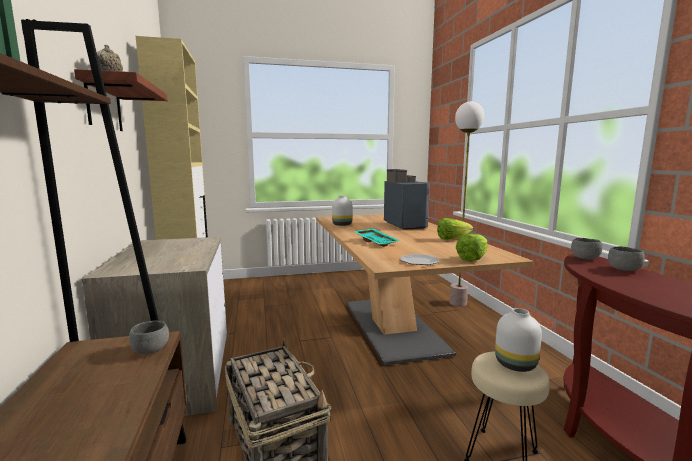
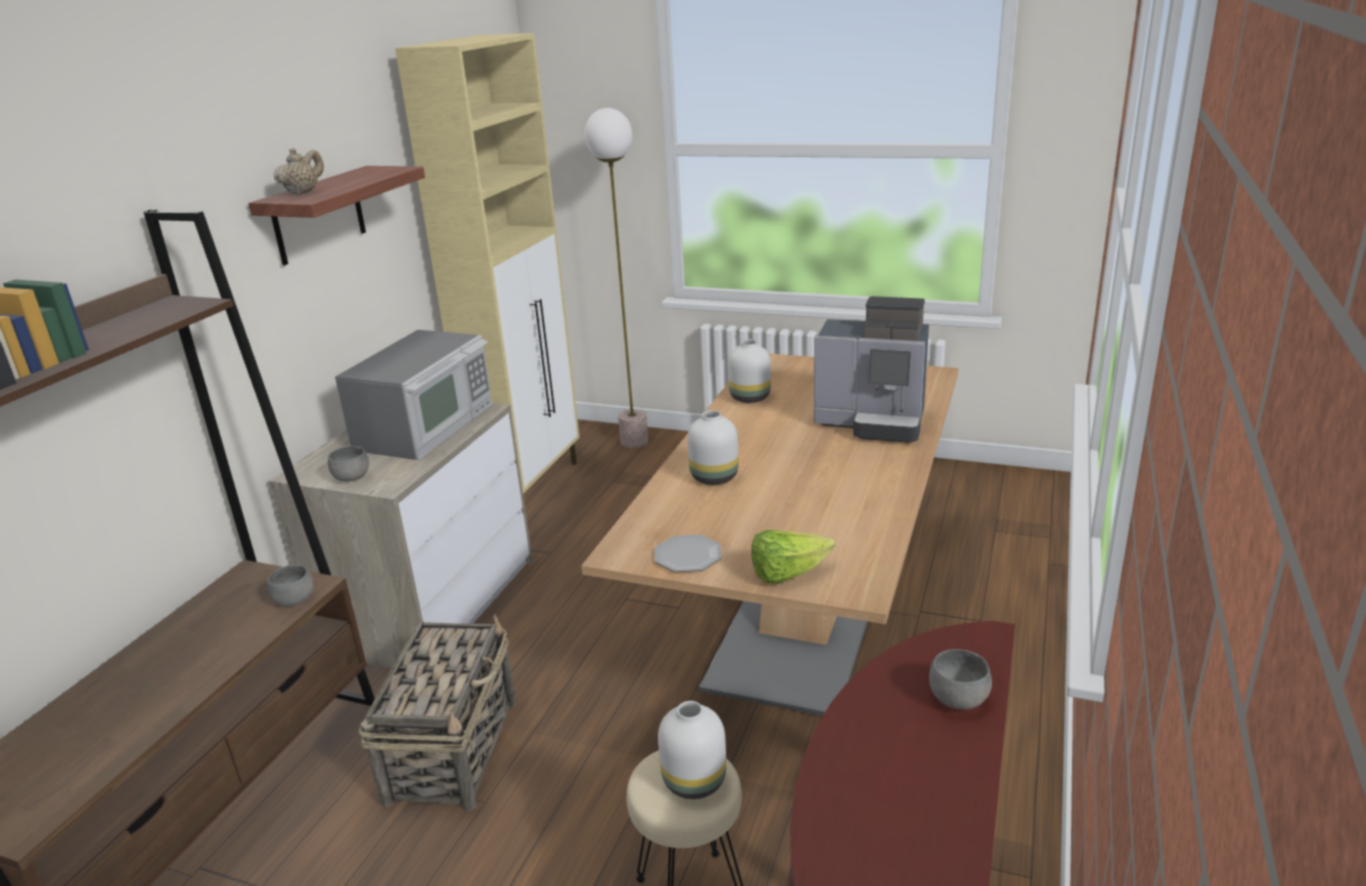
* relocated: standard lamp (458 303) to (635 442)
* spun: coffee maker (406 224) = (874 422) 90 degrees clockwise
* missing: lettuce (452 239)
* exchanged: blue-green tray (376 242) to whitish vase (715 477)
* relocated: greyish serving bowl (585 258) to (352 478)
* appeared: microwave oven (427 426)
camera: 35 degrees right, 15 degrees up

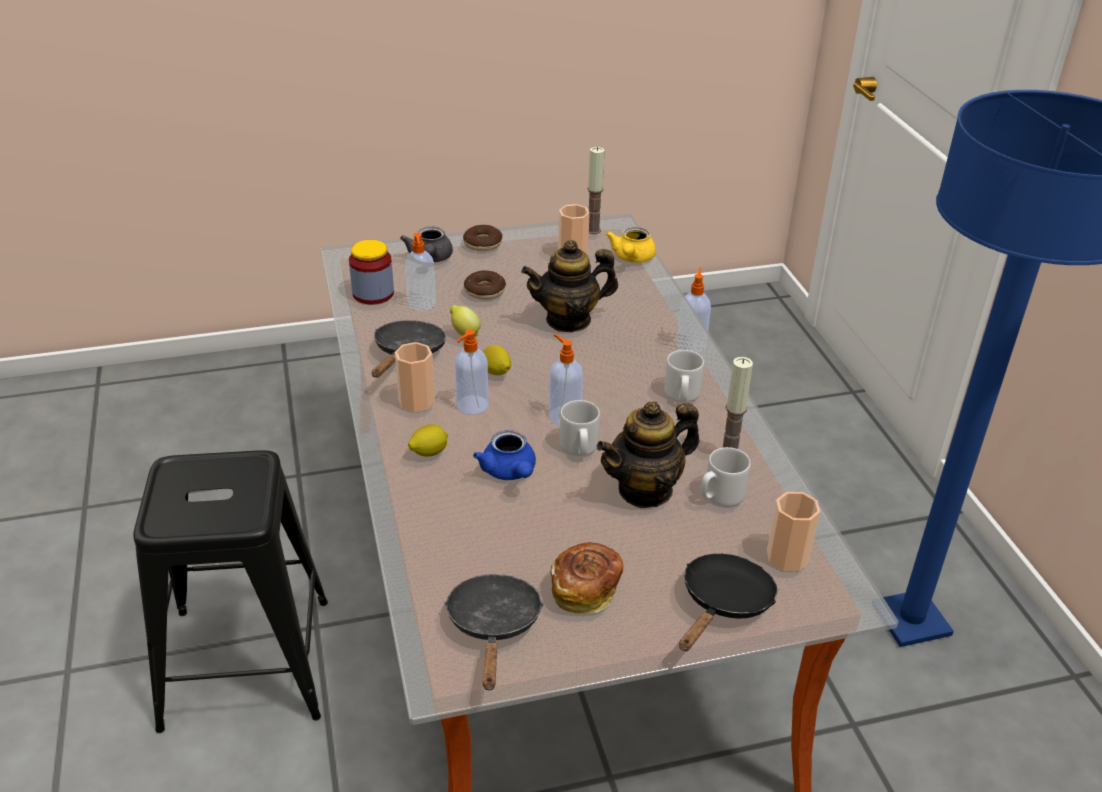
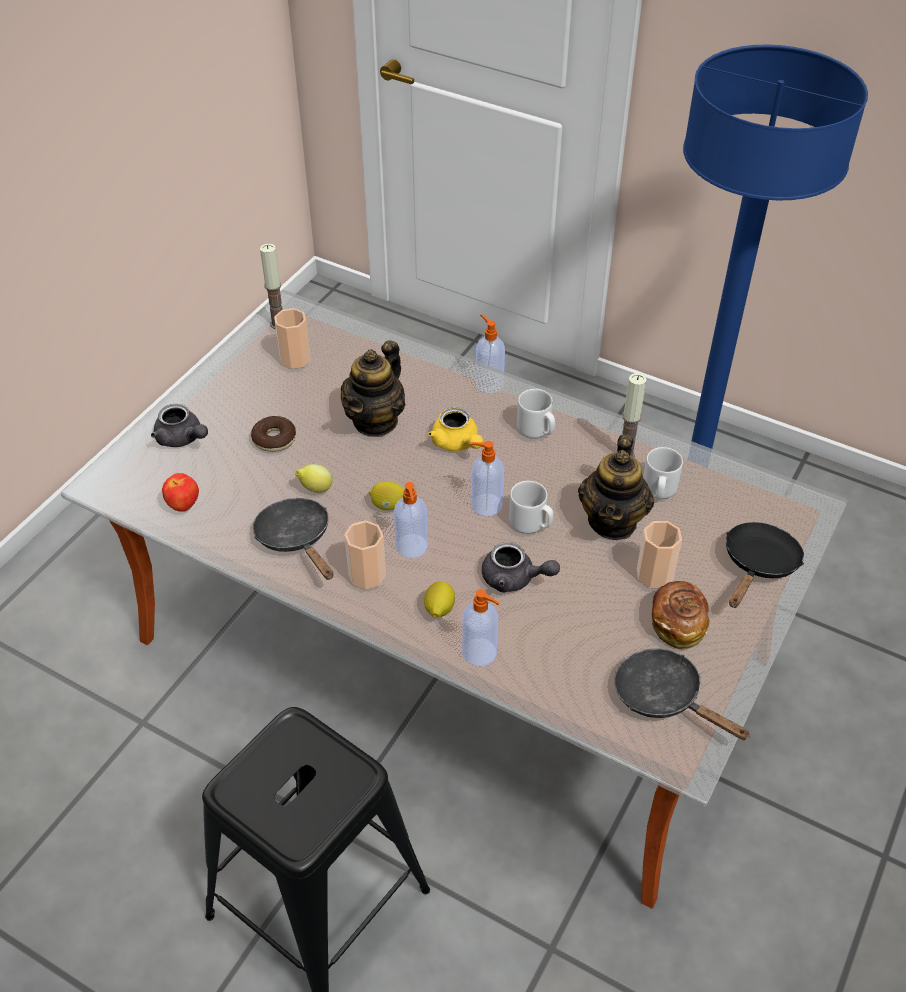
* missing: ring doughnut (483 244)
* relocated: yellowish pot for tea (631 258) to (457 443)
* relocated: liquid soap bottle (422 304) to (480 653)
* exchanged: storage jar (373 293) to whole apple (184 506)
* colour: blue pot for tea (510 472) to greyish pot for tea (515 579)
* relocated: drinking cup (787 557) to (654 574)
* spun: black-coloured frying pan (723 604) = (758 565) 45 degrees clockwise
camera: 45 degrees left, 10 degrees up

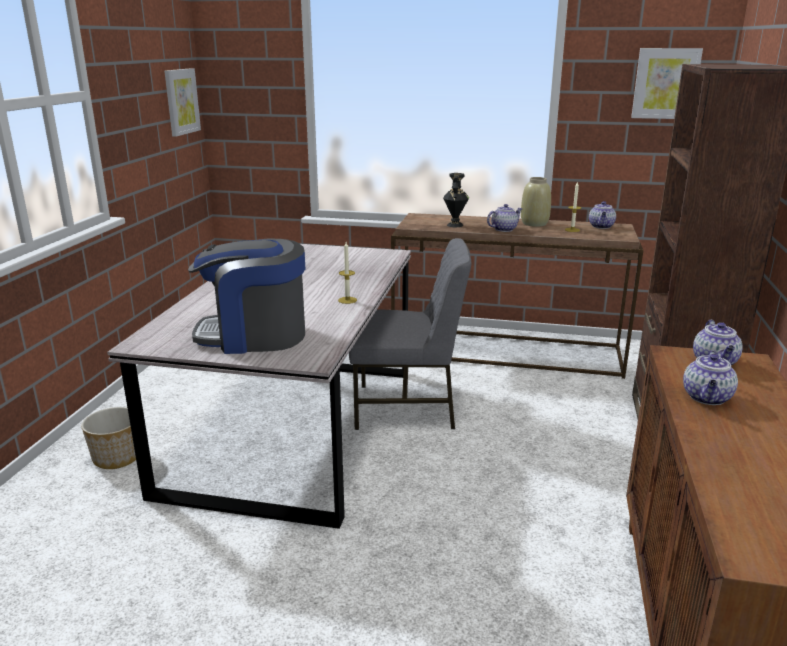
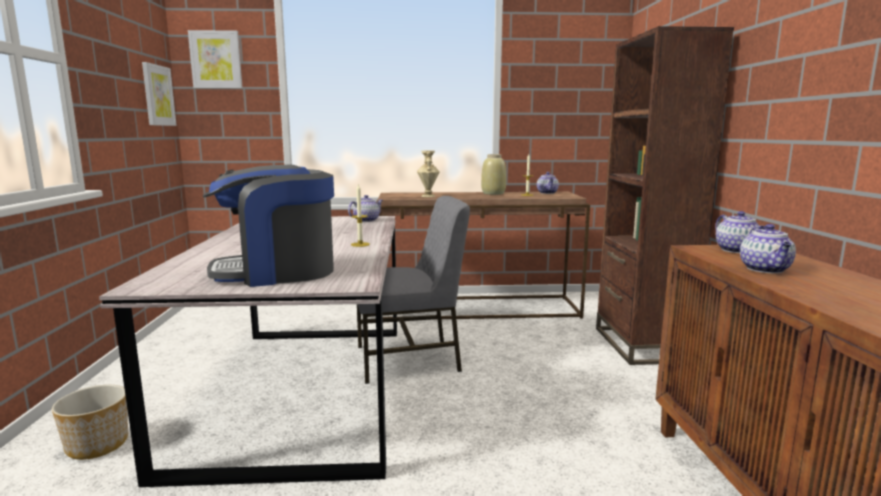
* relocated: picture (665 83) to (216 60)
* colour: black-coloured vase (454 225) to beige vase (427 196)
* relocated: pot for tea (504 229) to (366 220)
camera: 15 degrees left, 10 degrees down

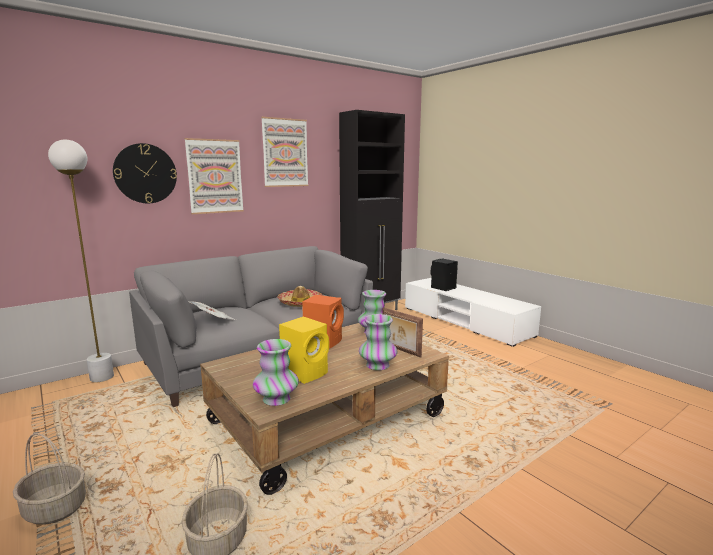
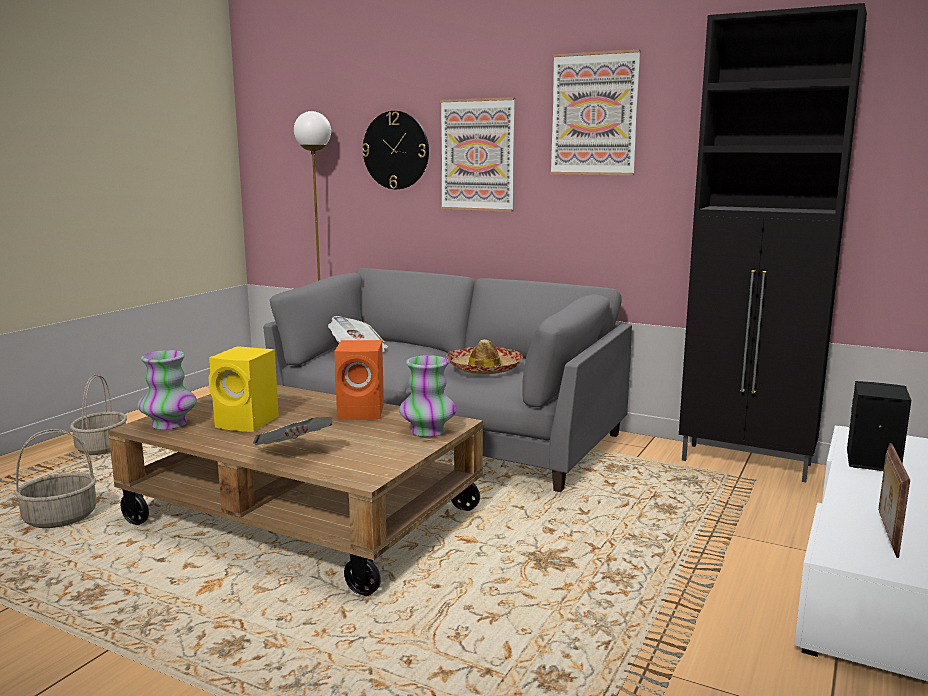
* relocated: standing frame (400 350) to (886 534)
* exchanged: vase (377 365) to daily paper (293 453)
camera: 65 degrees right, 0 degrees up

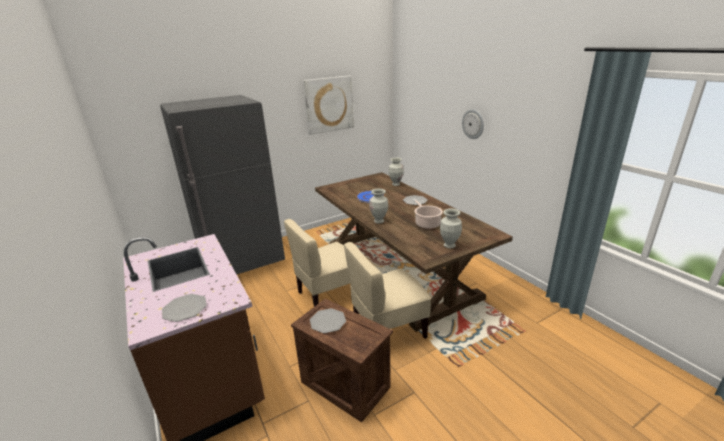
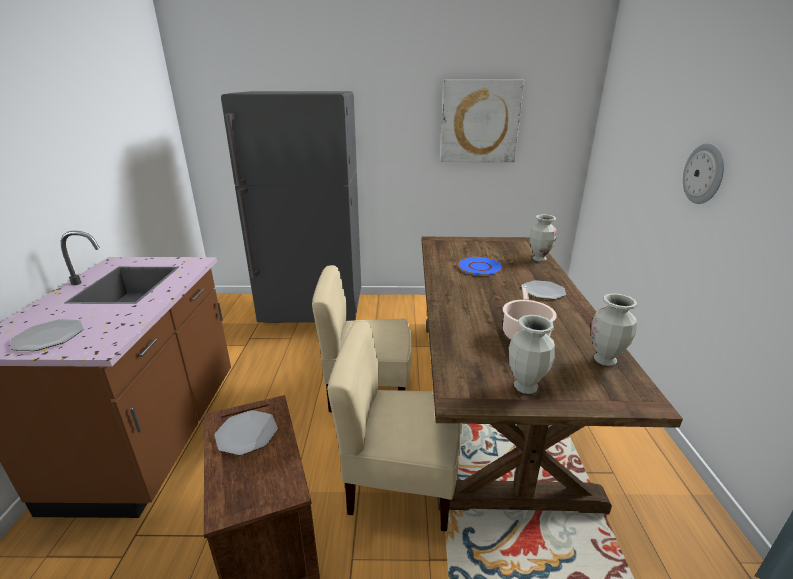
* relocated: vase (379 221) to (604 360)
camera: 30 degrees right, 0 degrees up

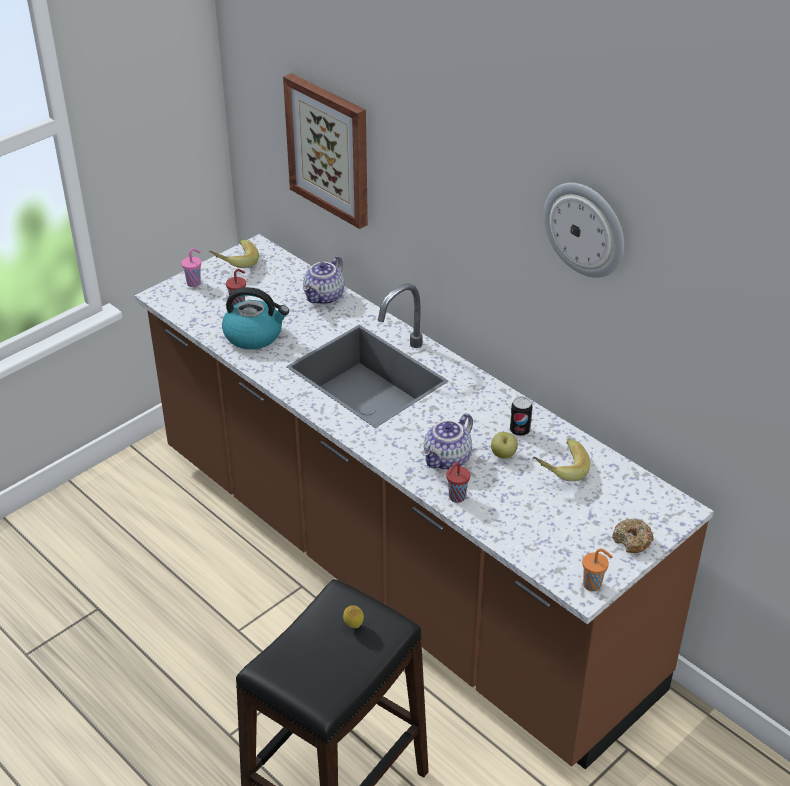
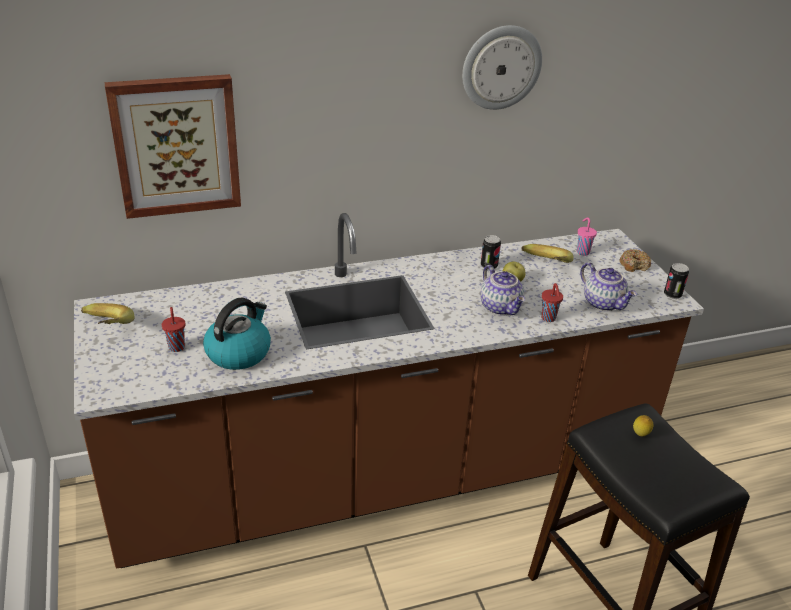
* relocated: pink drinking cup (194 283) to (582 252)
* relocated: pot for tea (325 297) to (604 303)
* exchanged: orange-coloured drinking cup (593 585) to sealed can (672 295)
camera: 65 degrees left, 5 degrees down

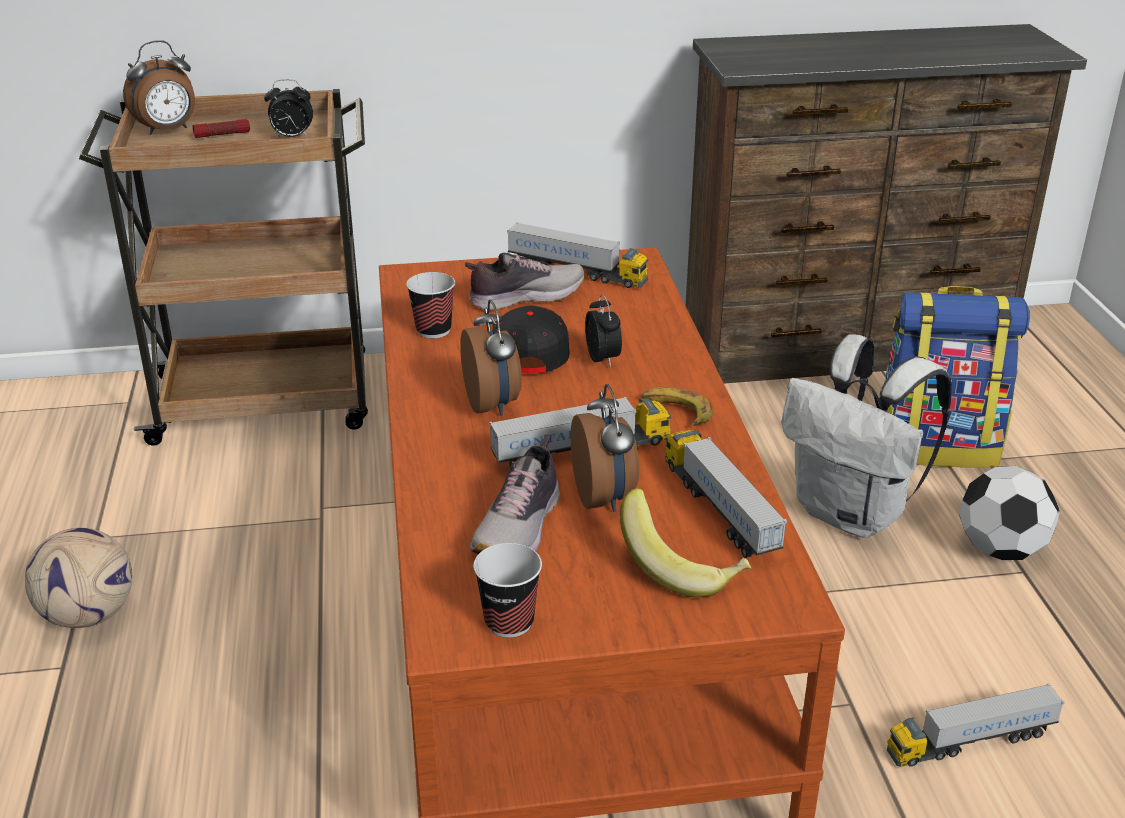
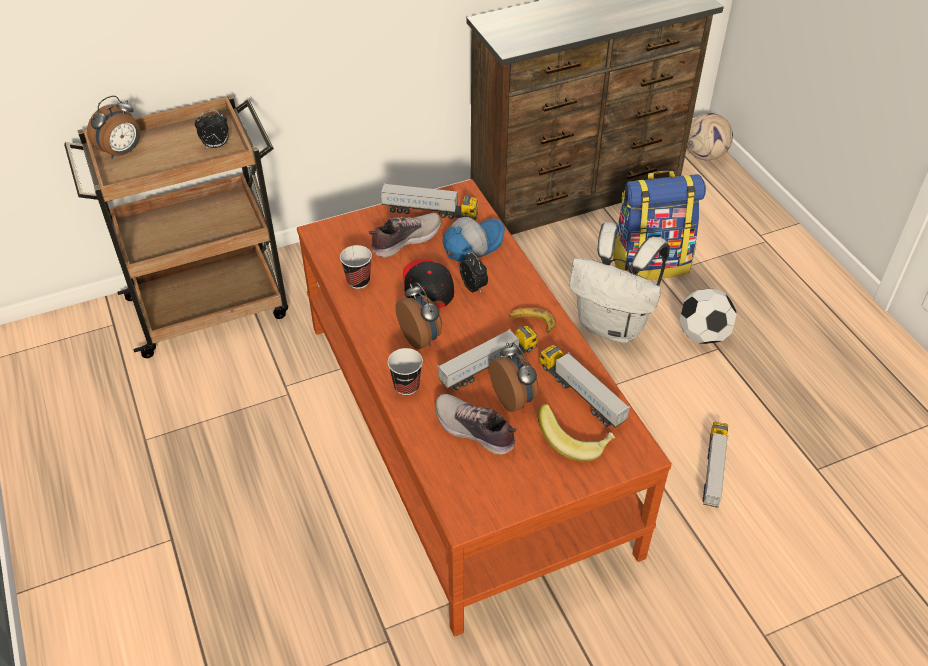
* missing: flashlight (222 135)
* spun: shoe (520 527) = (474 431) 120 degrees clockwise
* relocated: football (89 616) to (705 155)
* relocated: drinking cup (509 622) to (406 386)
* spun: toy lorry (970 742) = (713 470) 135 degrees clockwise
* appeared: peaked cap (472 245)
camera: 15 degrees left, 15 degrees up

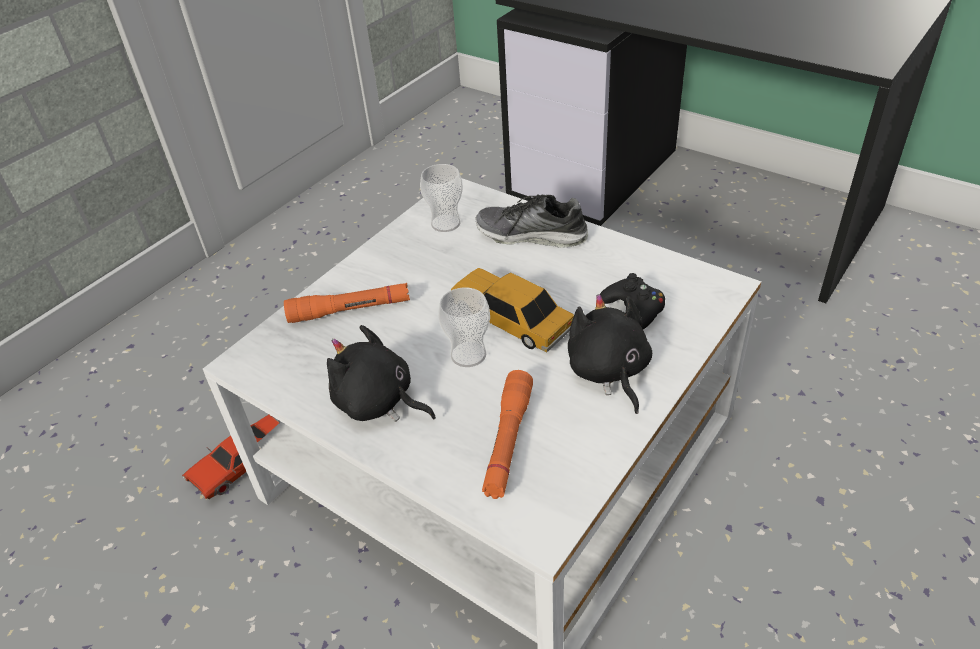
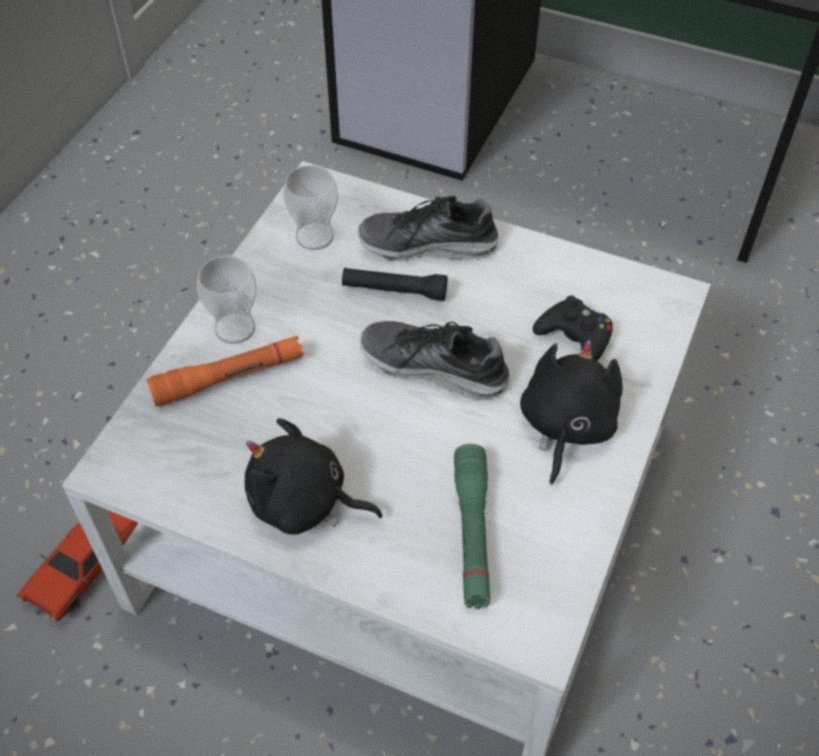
* exchanged: model car (511 319) to shoe (434 368)
* relocated: drinking cup (468 354) to (235 328)
* spun: black-coloured soft toy (609 371) = (565 426) 45 degrees clockwise
* colour: orange-coloured flashlight (508 441) to green-coloured flashlight (472 532)
* appeared: black-coloured flashlight (394 291)
camera: 15 degrees left, 10 degrees up

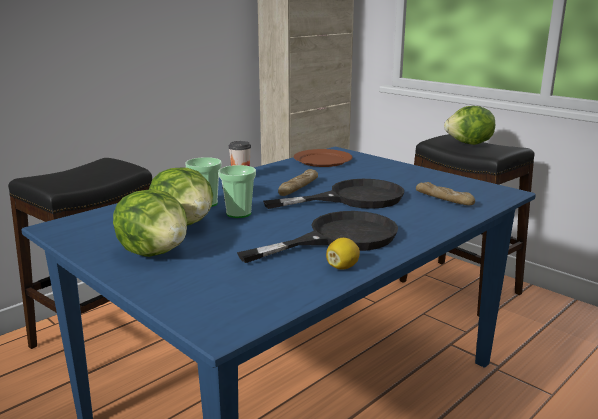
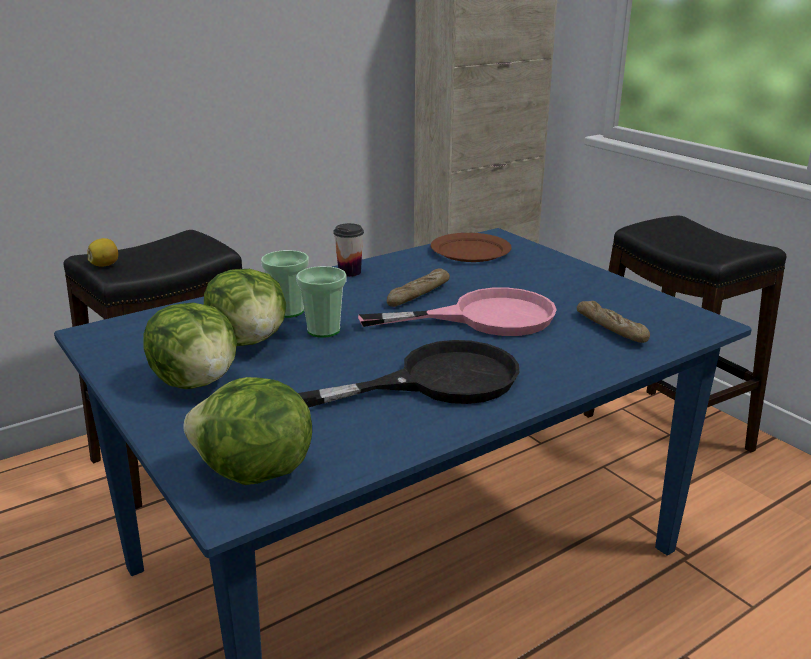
* relocated: lettuce (469 144) to (253 473)
* colour: black-coloured frying pan (353 198) to pink frying pan (485 317)
* relocated: citrus fruit (342 267) to (105 265)
camera: 10 degrees right, 5 degrees up

